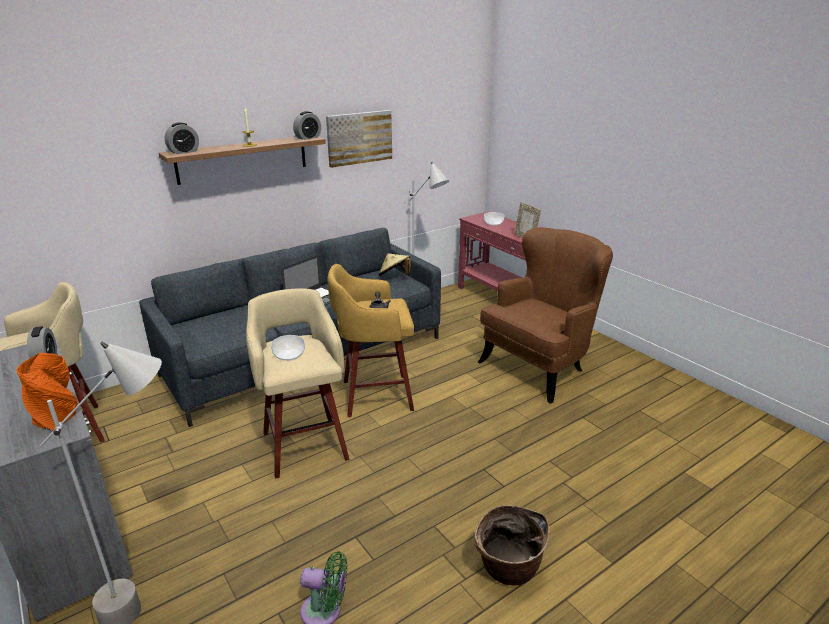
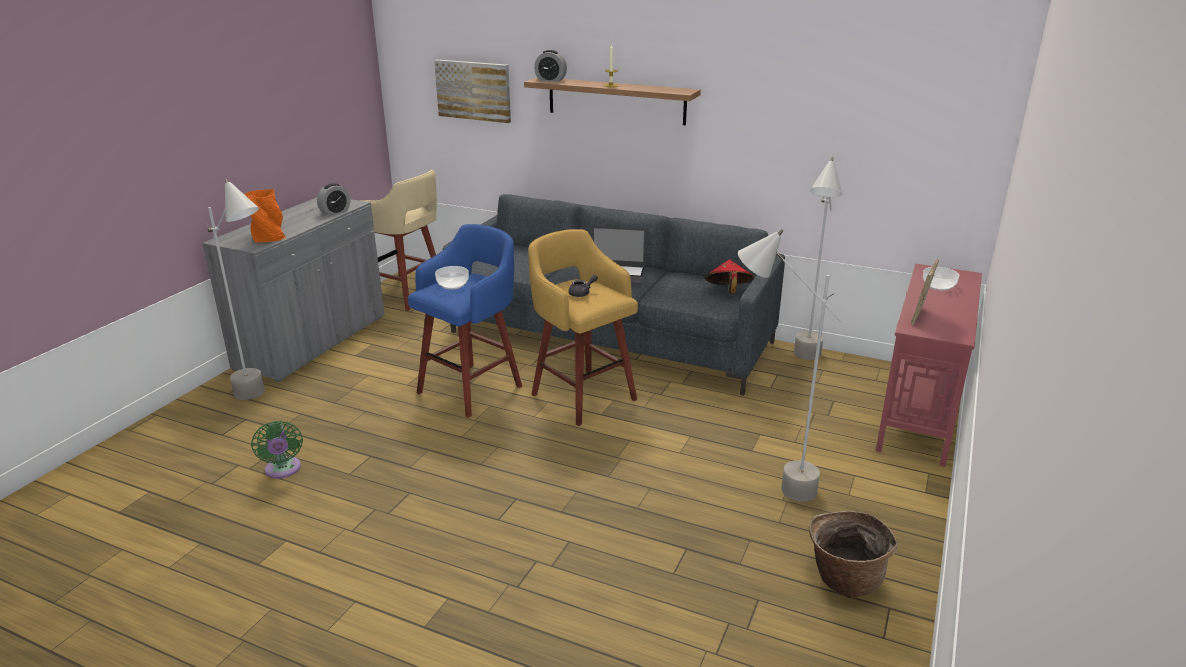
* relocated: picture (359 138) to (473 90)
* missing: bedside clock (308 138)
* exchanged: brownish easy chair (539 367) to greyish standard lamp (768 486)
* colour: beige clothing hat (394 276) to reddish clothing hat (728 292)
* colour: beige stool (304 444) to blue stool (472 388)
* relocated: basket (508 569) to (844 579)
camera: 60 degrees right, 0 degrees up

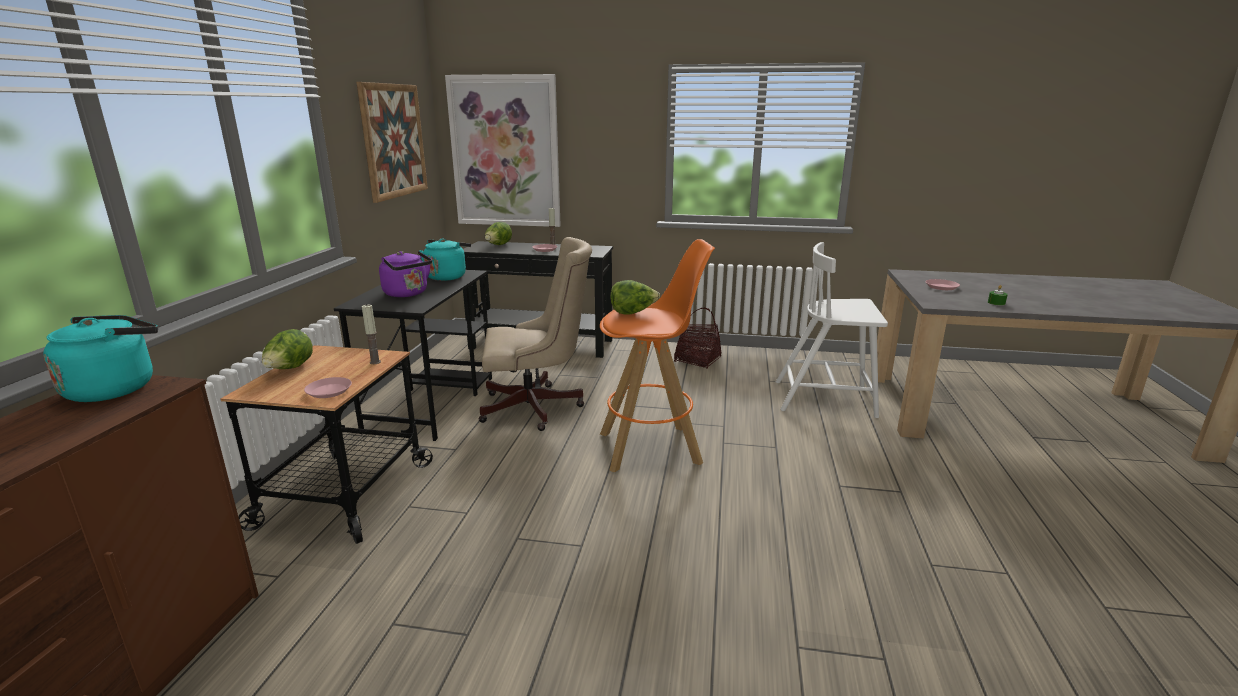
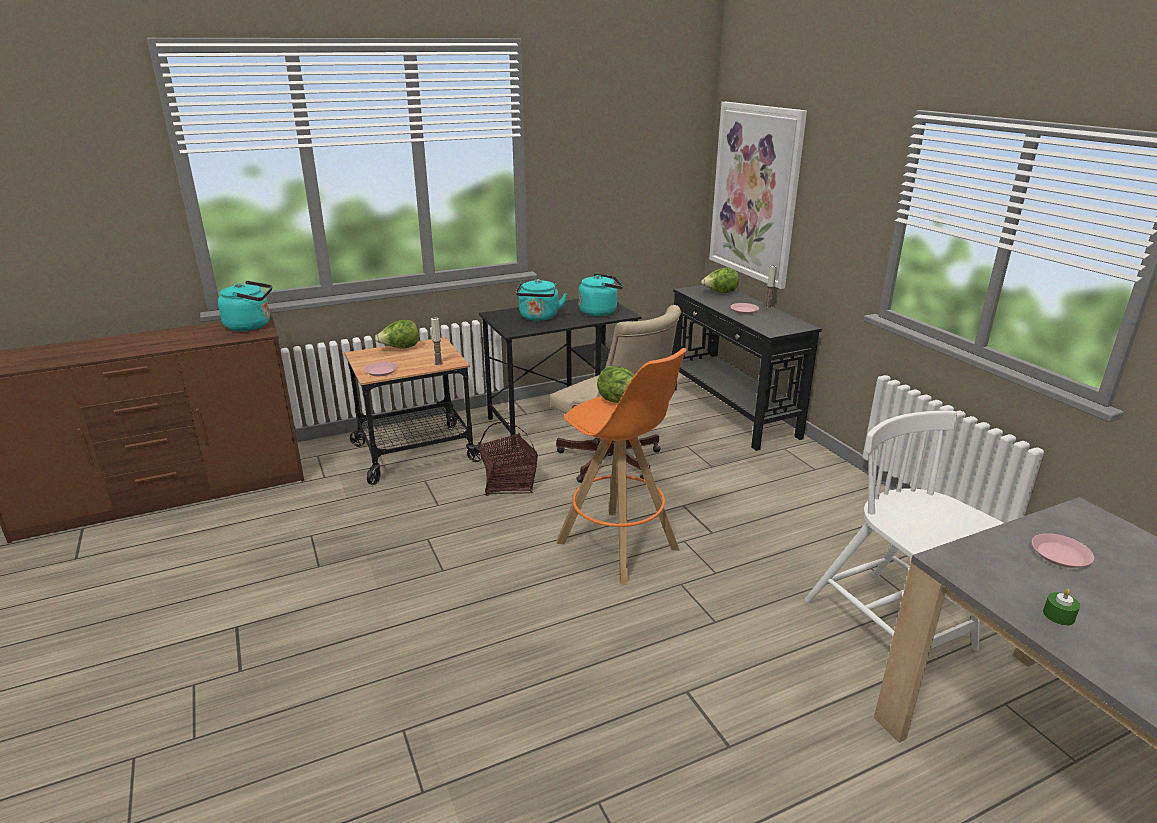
* missing: picture (393 141)
* colour: purple kettle (408 294) to blue-green kettle (539 317)
* relocated: basket (697 360) to (508 483)
camera: 55 degrees right, 5 degrees up

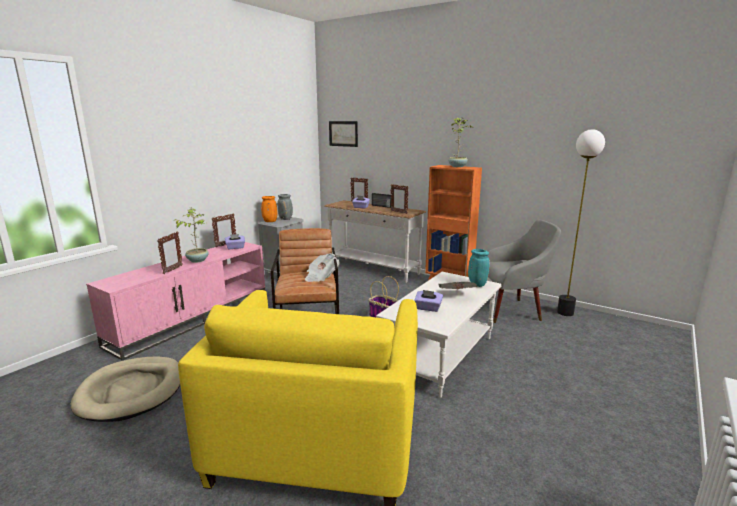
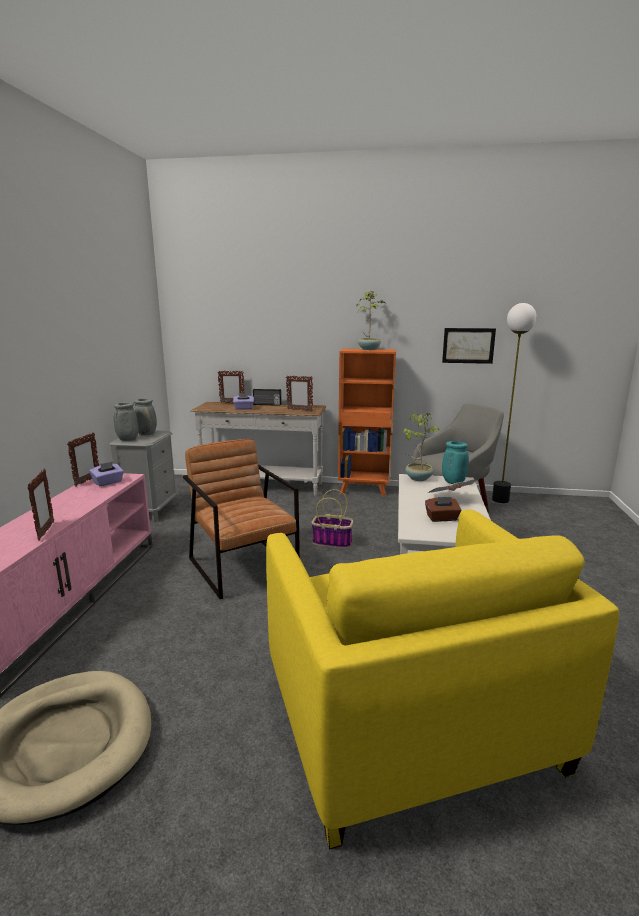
* relocated: picture (343 133) to (468 345)
* colour: orange-coloured vase (269 221) to greyish vase (127 439)
* relocated: plant in a pot (197 260) to (418 478)
* missing: daily paper (321 277)
* colour: purple tissue holder (428 308) to brownish tissue holder (442 518)
camera: 25 degrees left, 0 degrees up

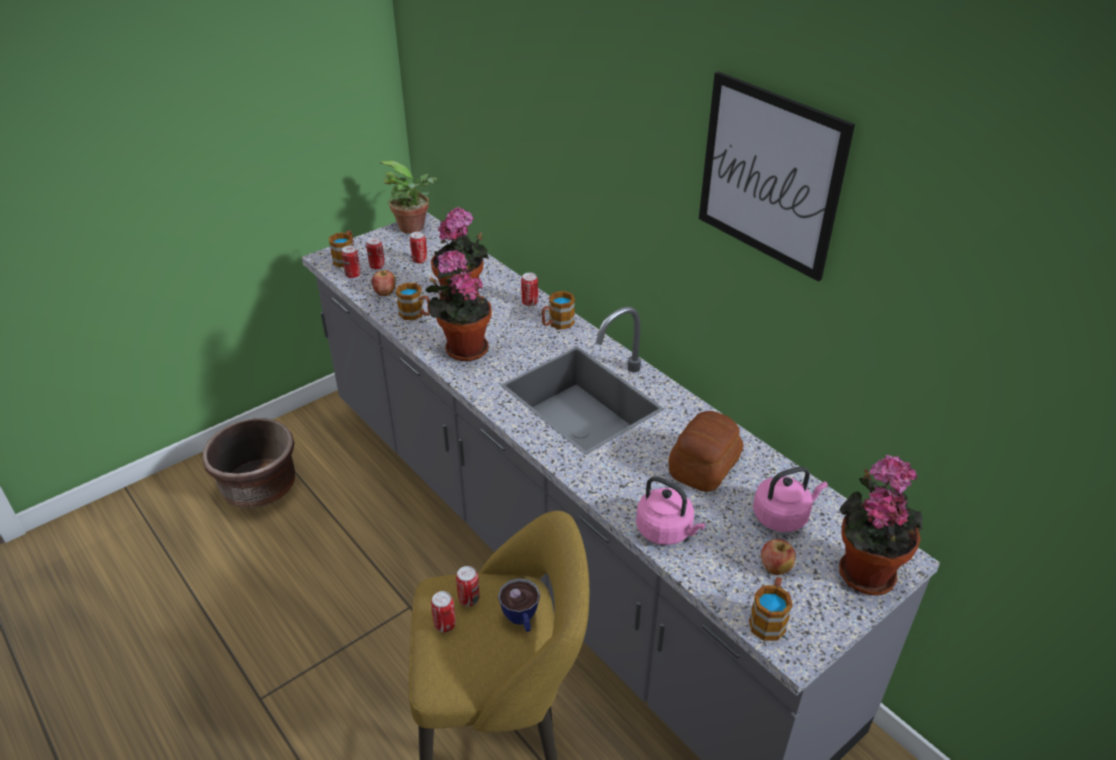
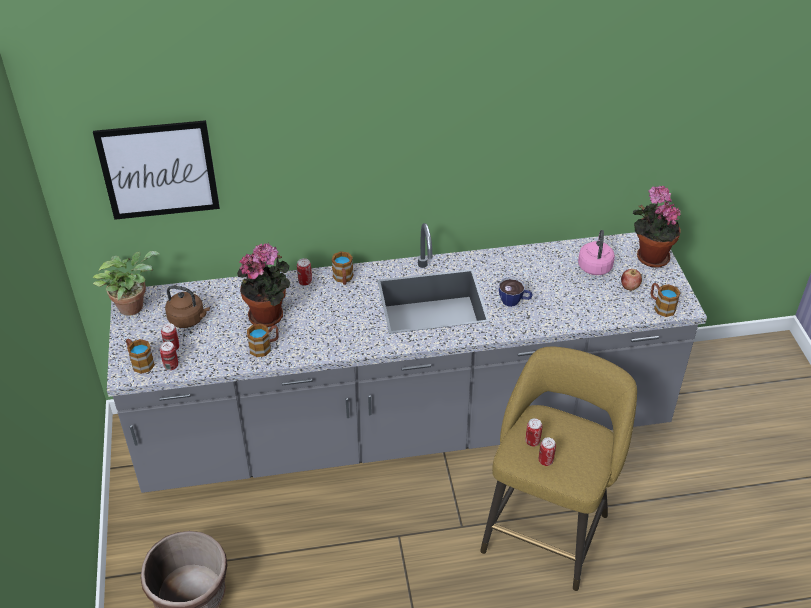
* relocated: picture (770 175) to (158 170)
* exchanged: sealed can (420 260) to brownish kettle (188 319)
* missing: plant in a pot (463 349)
* missing: whole apple (385 293)
* missing: bakery bread (702 467)
* missing: pink kettle (666 531)
* relocated: drinking cup (521 619) to (514 301)
camera: 60 degrees left, 5 degrees up

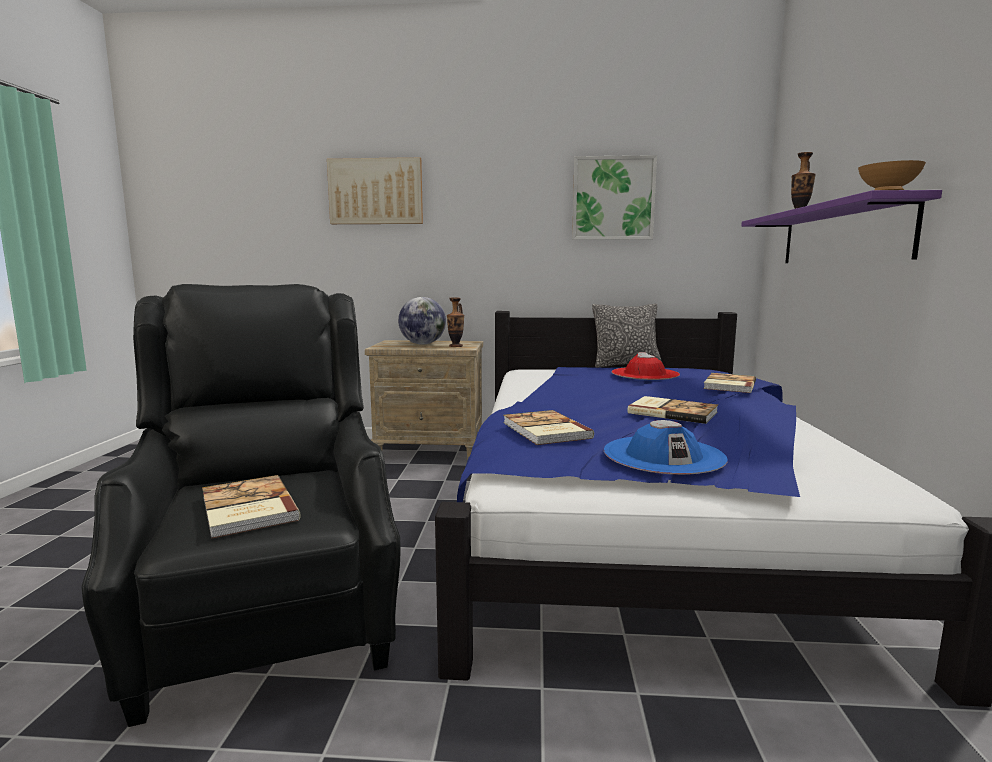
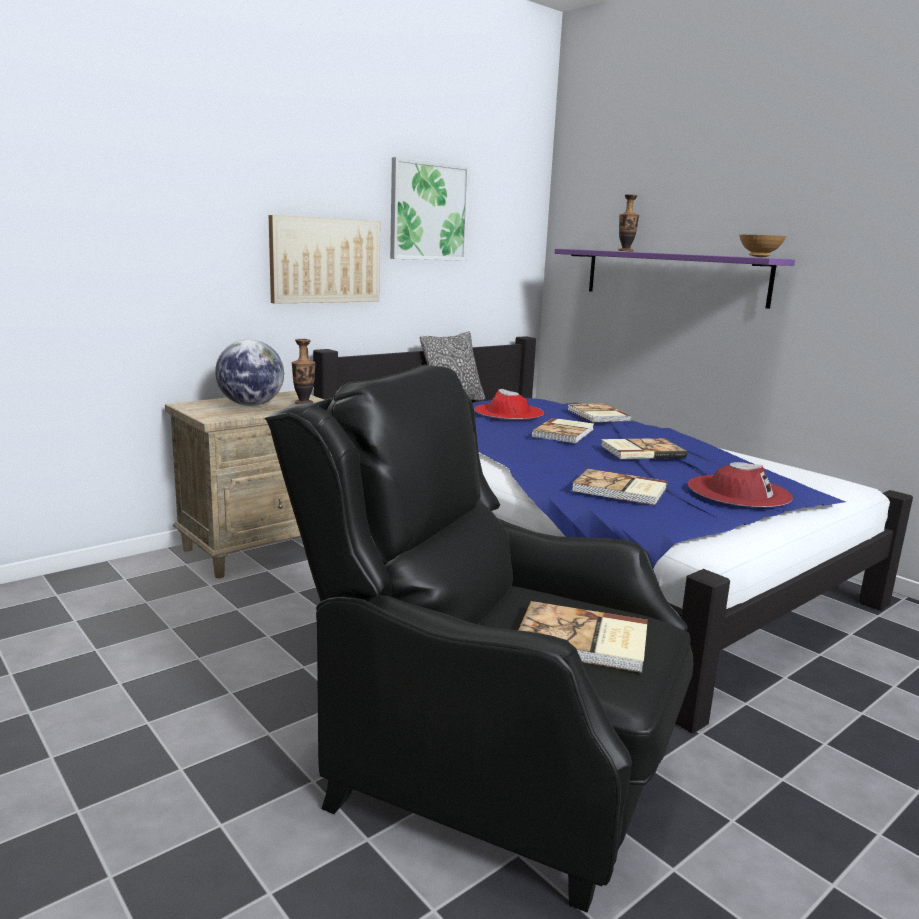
* relocated: picture (376 191) to (325 260)
* colour: blue clothing hat (663 455) to reddish clothing hat (738 491)
* appeared: volume (564 433)
camera: 45 degrees left, 5 degrees up

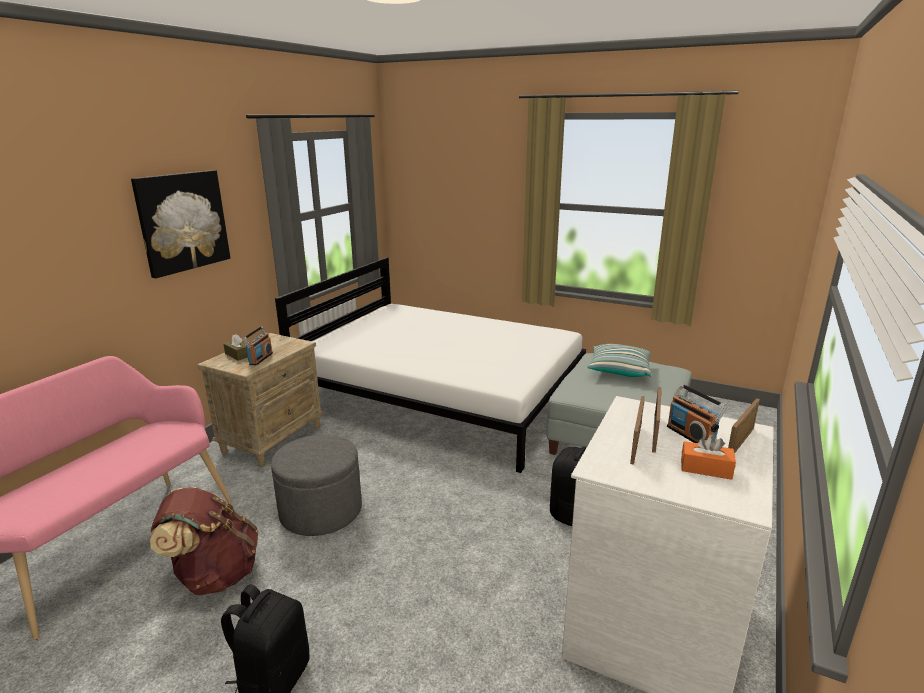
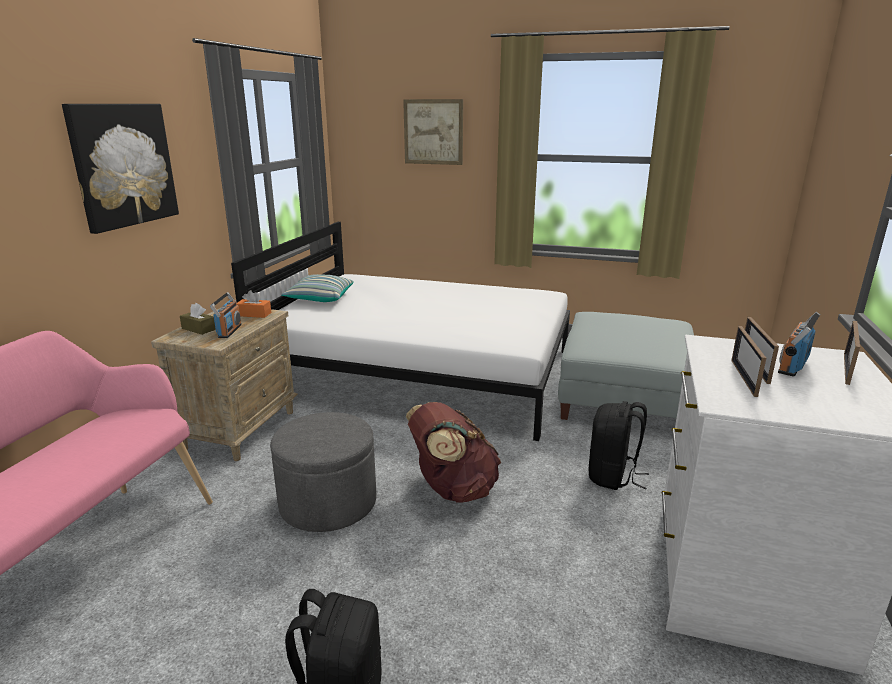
* relocated: pillow (619 370) to (319 299)
* spun: radio (691 436) = (792 366) 75 degrees clockwise
* relocated: orange-coloured tissue holder (706 468) to (254 314)
* relocated: brownish backpack (214 575) to (452 489)
* appeared: picture (433 132)
camera: 10 degrees left, 0 degrees up

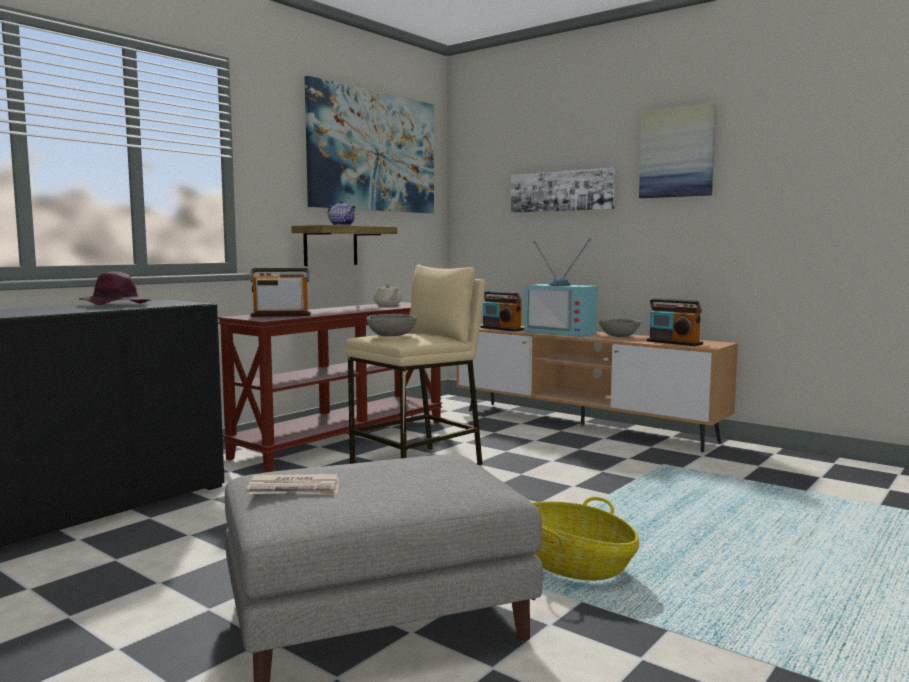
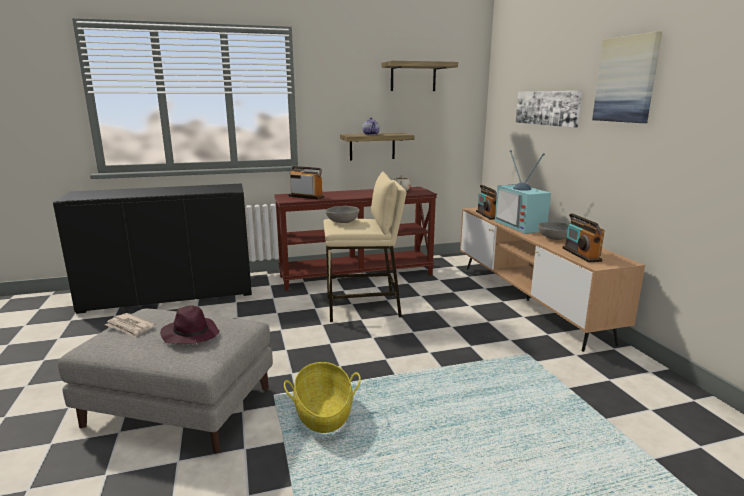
* exchanged: picture (373 151) to shelf (413 77)
* relocated: purple clothing hat (115 305) to (190 335)
camera: 35 degrees right, 10 degrees up

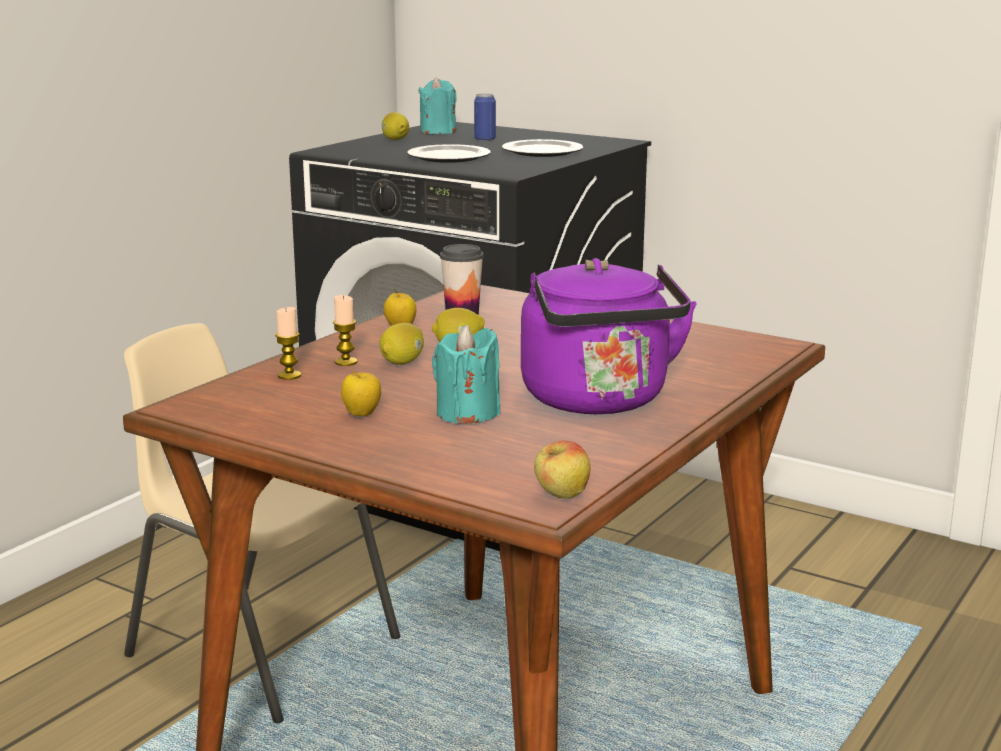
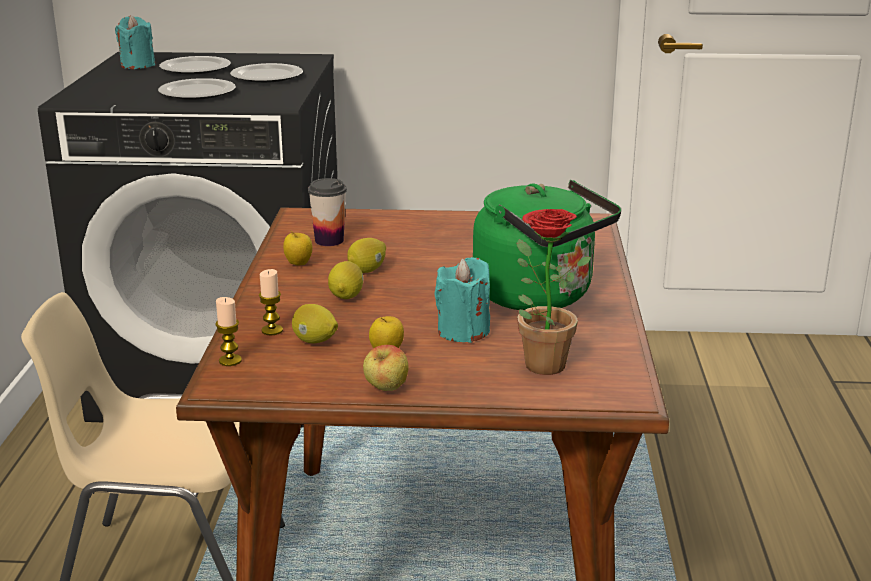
* exchanged: sealed can (485 139) to dinner plate (194 69)
* relocated: citrus fruit (395 140) to (315 341)
* colour: purple kettle (599 401) to green-coloured kettle (540 297)
* relocated: candle (346 362) to (230 360)
* relocated: whole apple (561 497) to (386 389)
* appeared: plant in a pot (538 362)
camera: 30 degrees left, 5 degrees up

